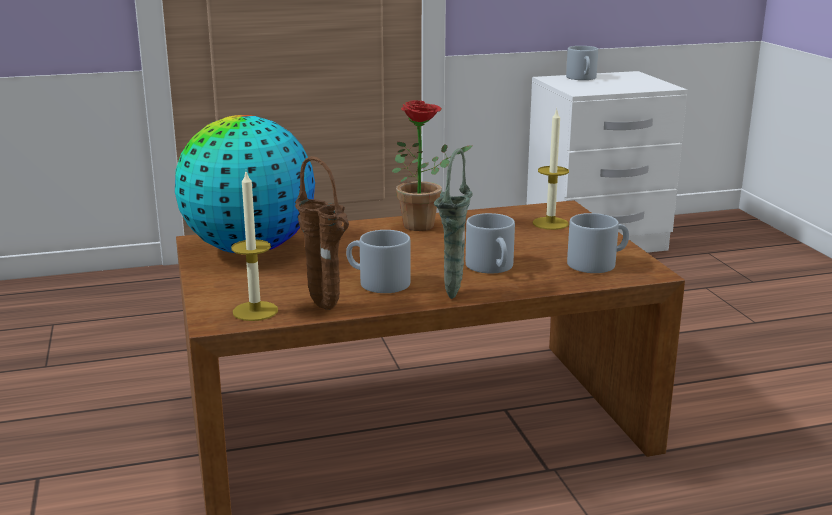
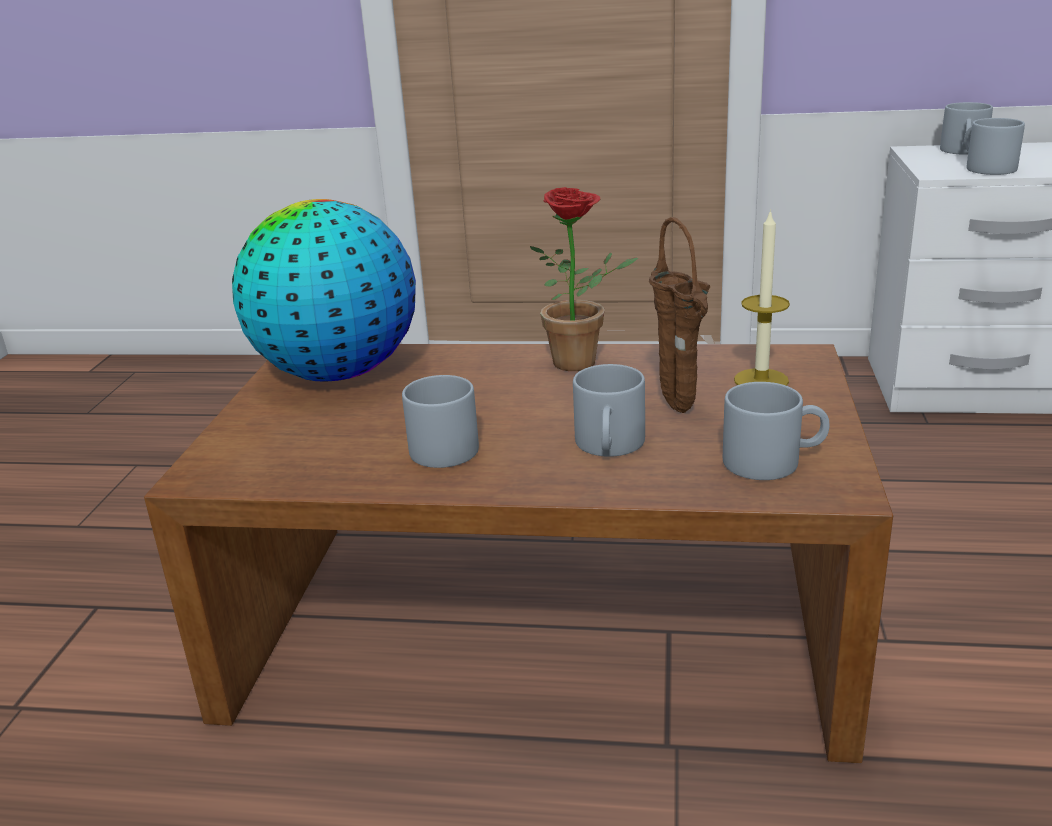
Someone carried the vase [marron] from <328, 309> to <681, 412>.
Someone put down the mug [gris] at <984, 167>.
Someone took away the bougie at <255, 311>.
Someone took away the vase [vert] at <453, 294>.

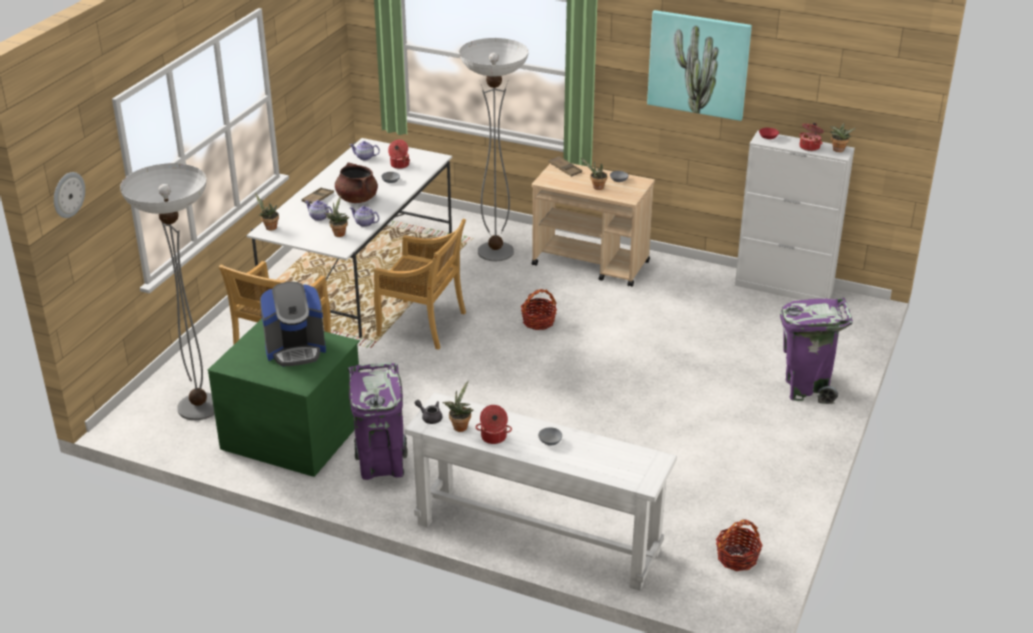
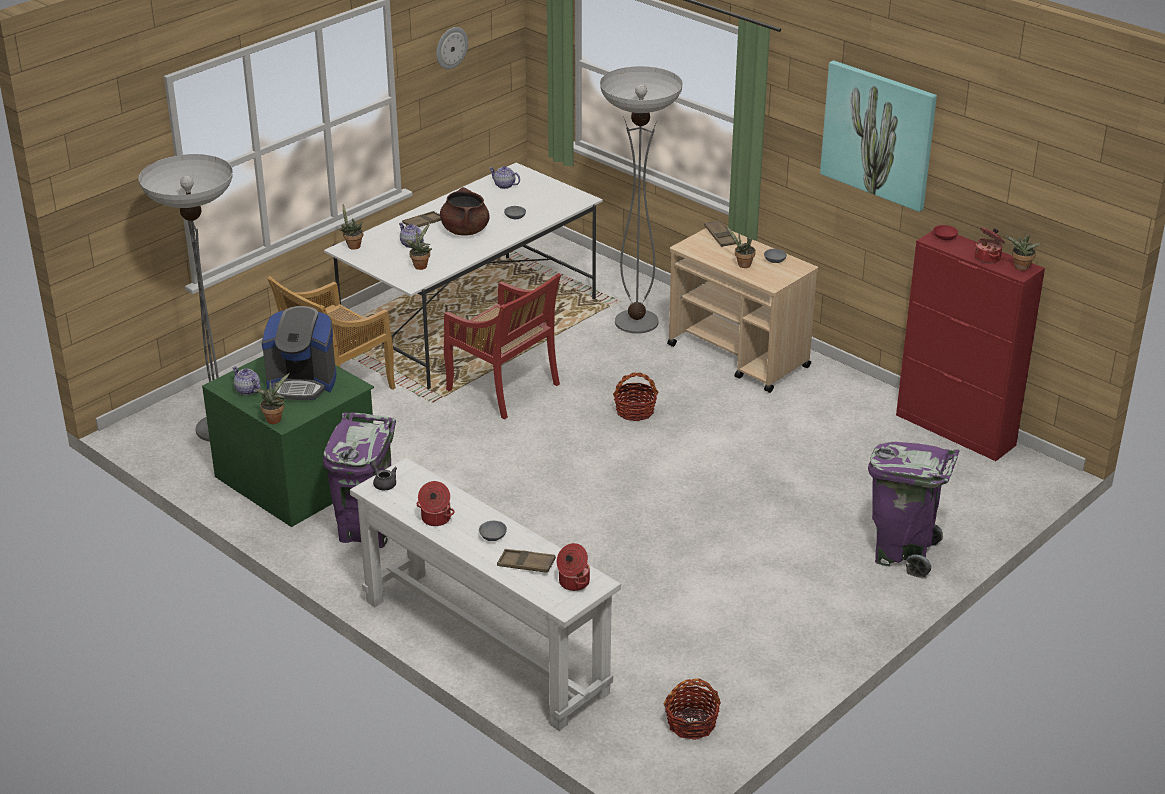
Someone carried the théière from <364, 223> to <247, 390>.
Someone carried the plante en pot from <460, 426> to <274, 418>.
Someone carried the horloge murale from <68, 194> to <451, 47>.
Someone repainted the chaise [beige] at <423, 325>, which became the chaise [rouge] at <504, 389>.
Someone put down the plateau [marron] at <526, 564>.
Someone carried the marmite from <399, 165> to <573, 582>.
Someone repainted the meuble de rangement [blanc] at <784, 288>, which became the meuble de rangement [rouge] at <955, 430>.

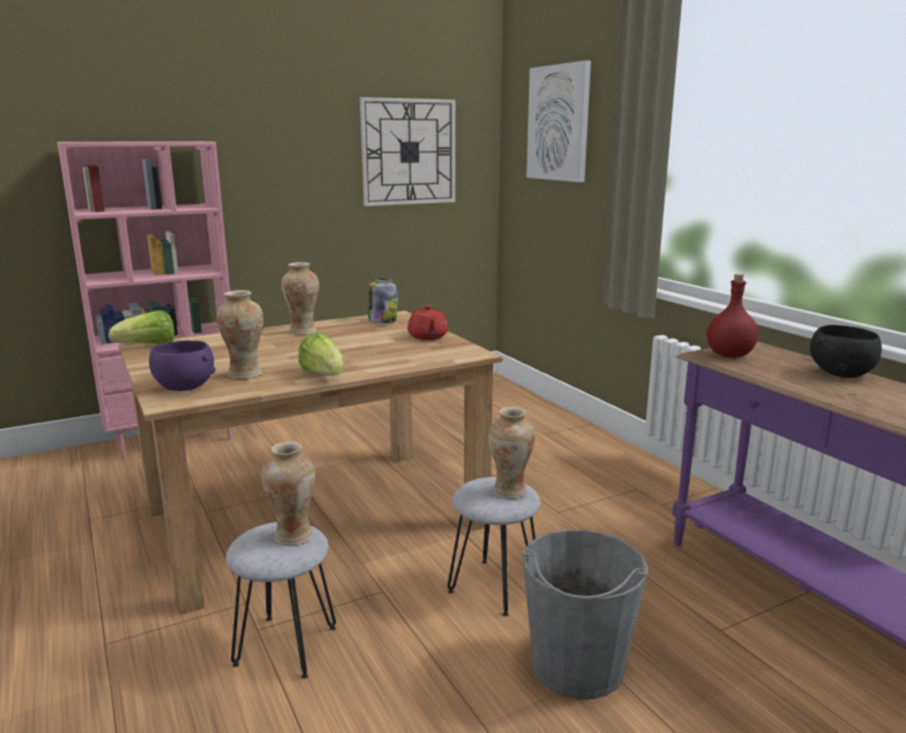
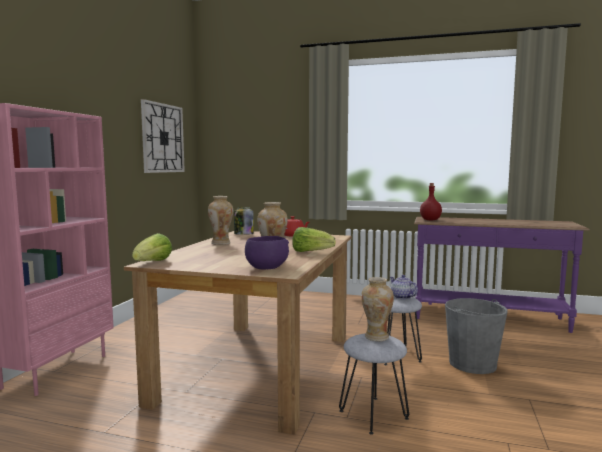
Someone swapped the vase at <510, 491> for the théière at <402, 297>.
Someone took away the tableau at <559, 123>.
Someone took away the bol [noir] at <842, 374>.

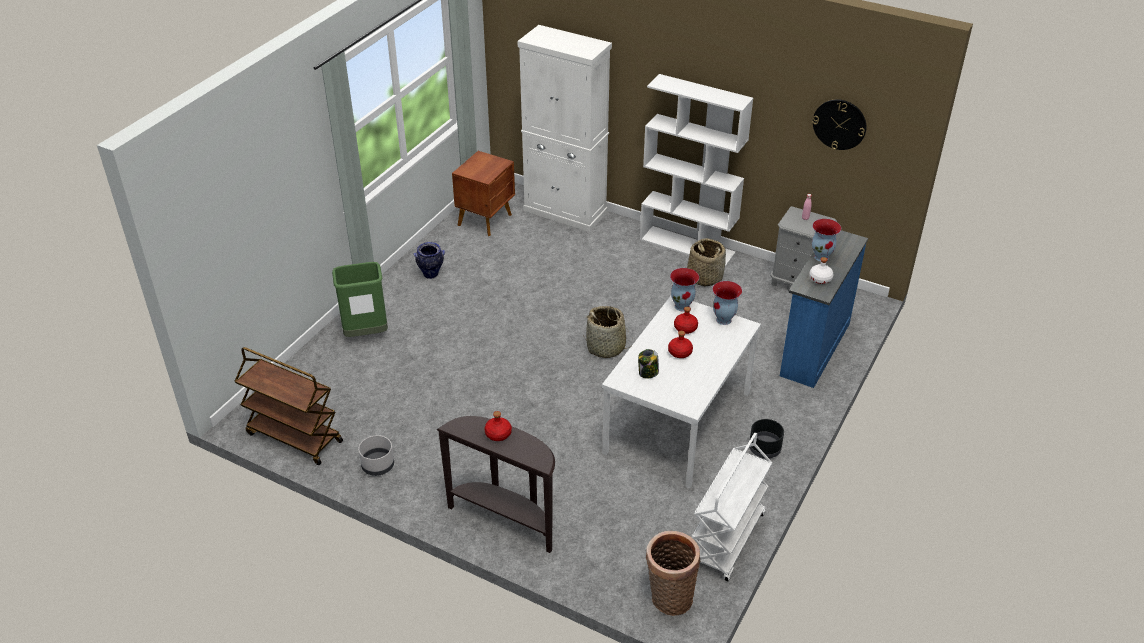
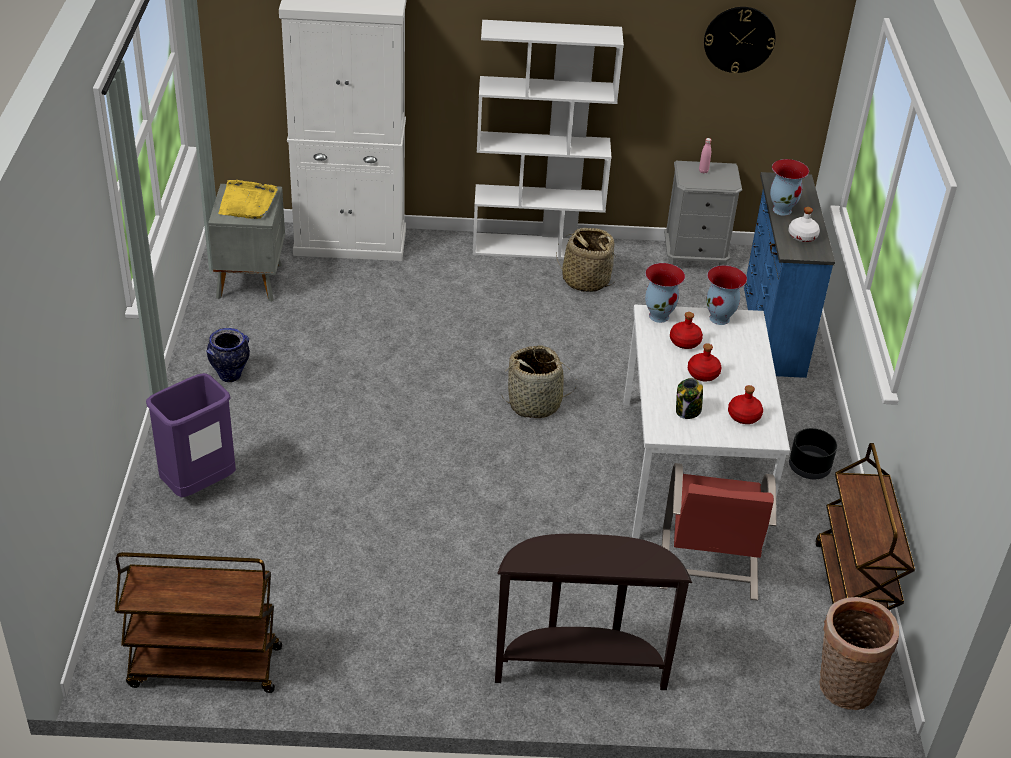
Someone repainted the poubelle [vert] at <366, 334>, which became the poubelle [violet] at <199, 485>.
Someone repainted the table de chevet [marron] at <486, 220>, which became the table de chevet [gris] at <251, 281>.
Someone put down the plateau [jaune] at <247, 202>.
Someone put down the chaise [rouge] at <708, 566>.
Someone carried the bouteille [rouge] from <498, 434> to <743, 416>.
Someone repainted the chariot [blanc] at <727, 540>, which became the chariot [marron] at <852, 593>.
Someone took away the cache-pot [gris] at <377, 465>.

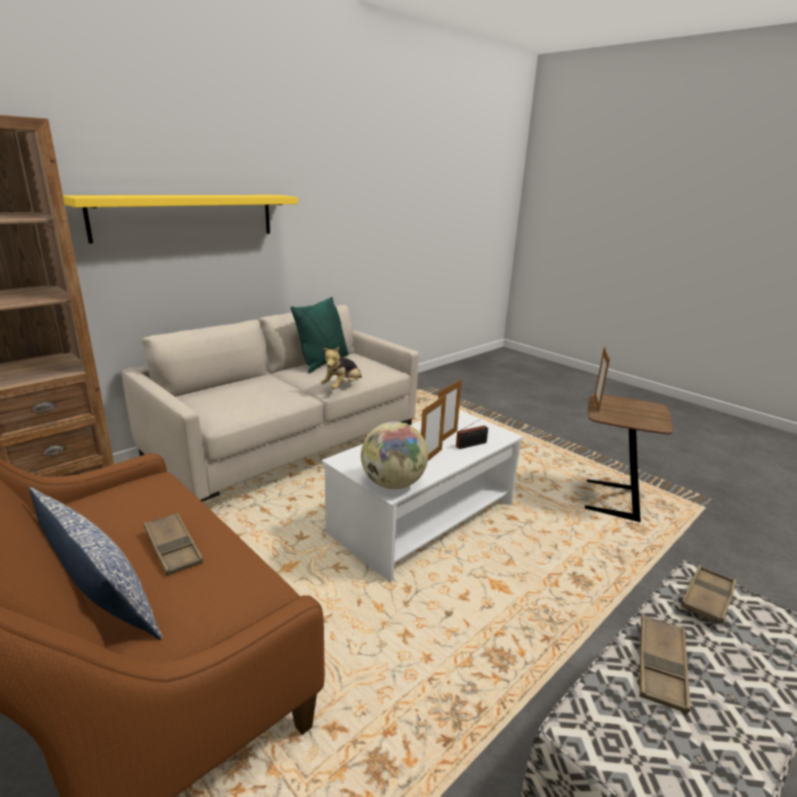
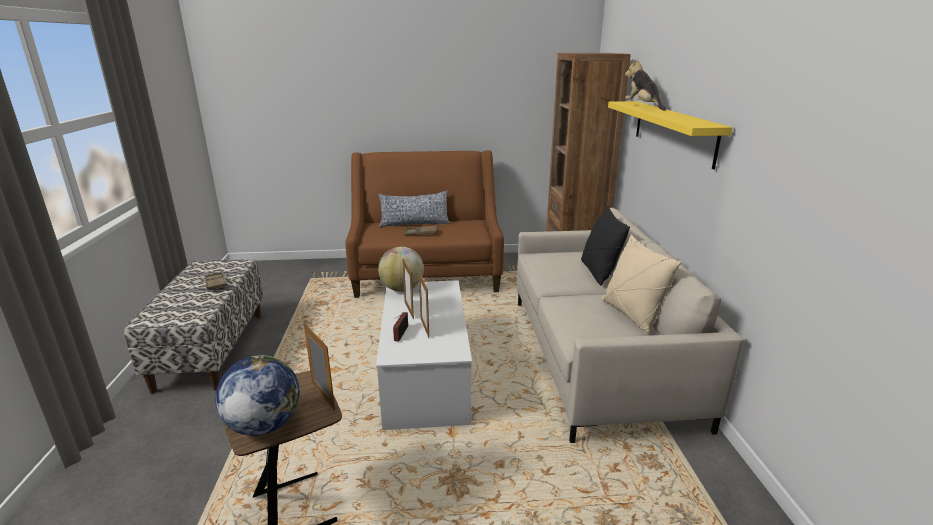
Someone put down the globe at <263, 425>.
Someone put down the coussin [noir] at <598, 273>.
Someone repainted the coussin [vert] at <323, 362>, which became the coussin [beige] at <631, 314>.
Someone carried the peluche from <342, 387> to <643, 107>.
Someone took away the plateau [marron] at <707, 598>.

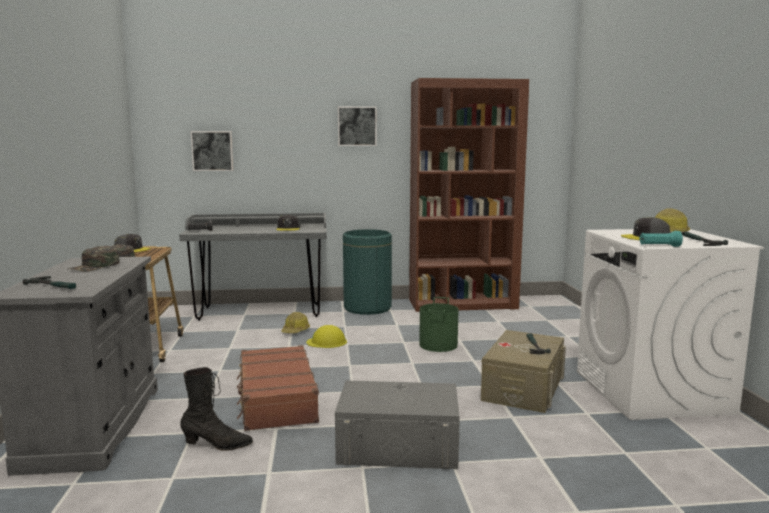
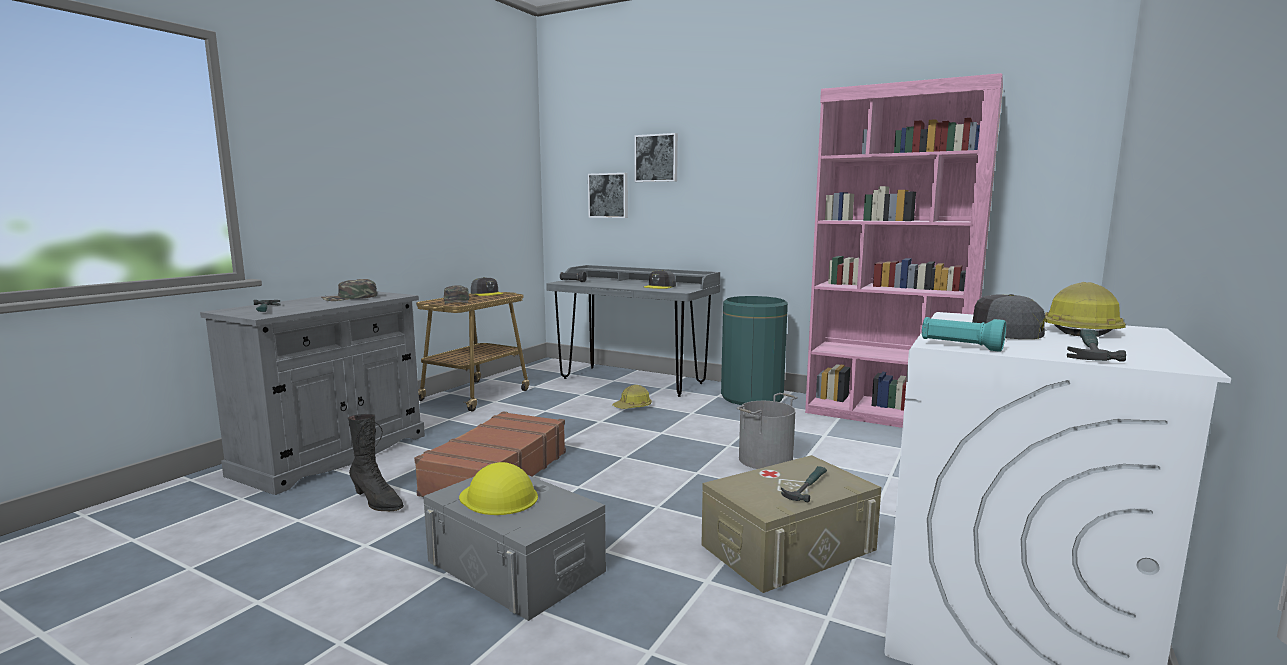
Someone carried the casque de chantier [jaune] from <327, 342> to <499, 497>.
Someone carried the tableau from <357, 126> to <656, 158>.
Someone repainted the seau [vert] at <439, 345>, which became the seau [gris] at <766, 459>.
Someone repainted the bibliothèque [marron] at <463, 304>, which became the bibliothèque [rose] at <886, 416>.

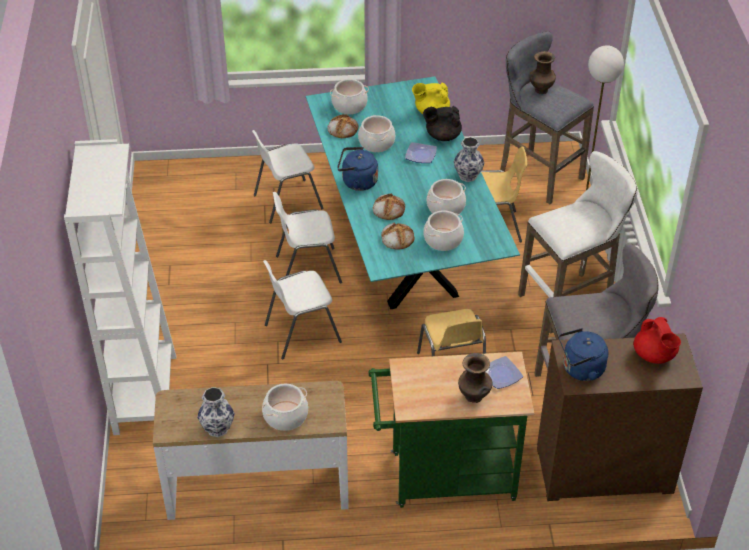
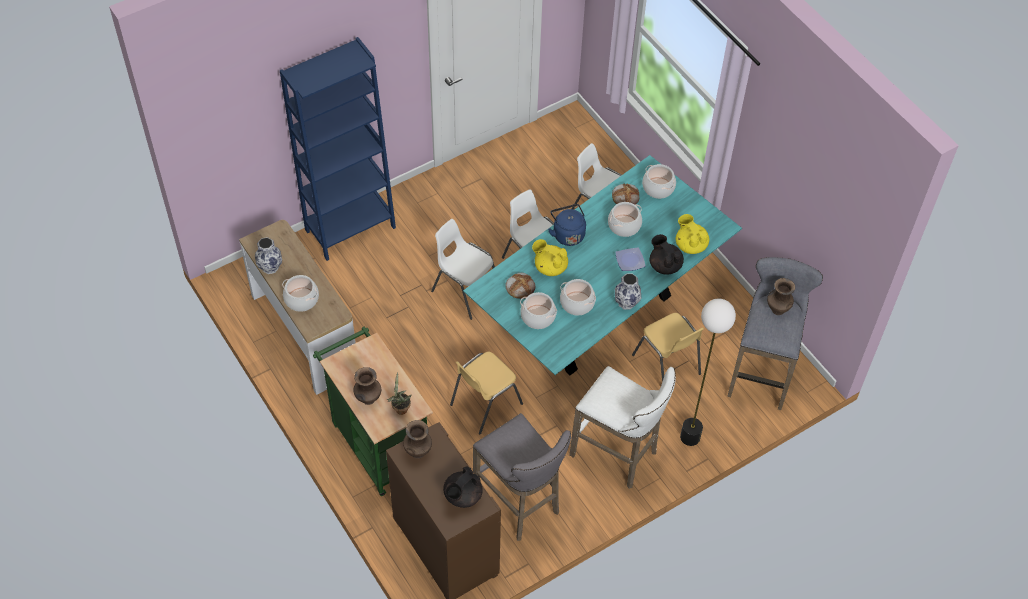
Someone repainted the bibliothèque [blanc] at <145, 394>, which became the bibliothèque [bleu] at <350, 229>.
Someone swapped the assiette at <502, 375> for the plante en pot at <400, 408>.
Someone swapped the bouilloire [bleu] at <580, 369> for the vase [marron] at <418, 451>.
Someone repainted the théière [rouge] at <654, 355>, which became the théière [noir] at <462, 496>.
Someone swapped the pain at <388, 209> for the théière [jaune] at <550, 267>.

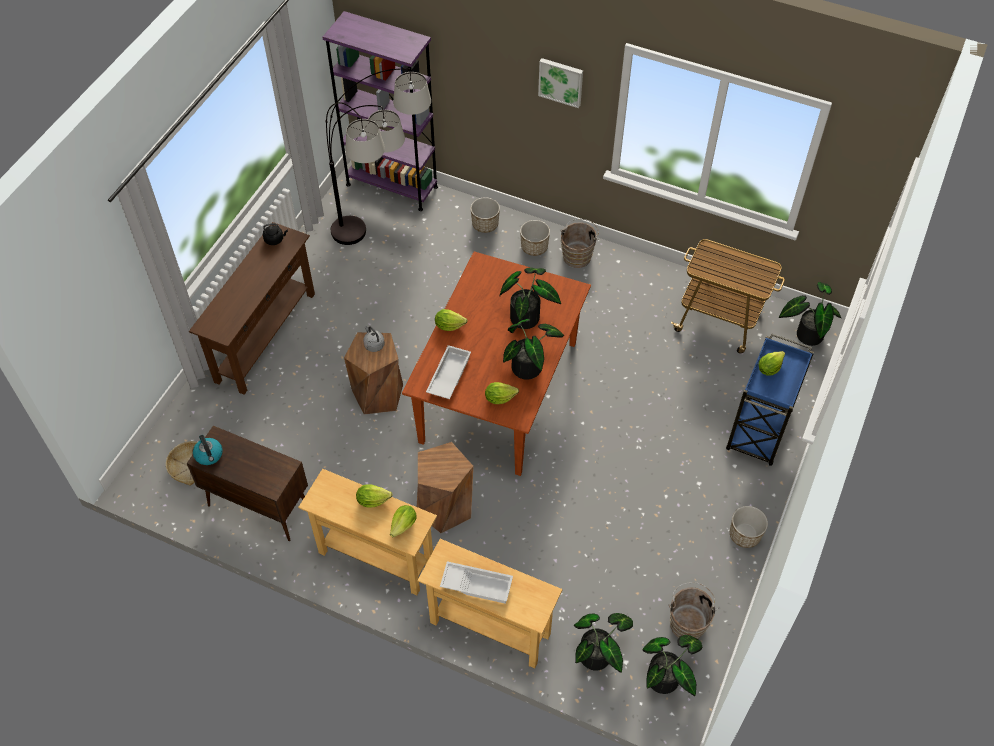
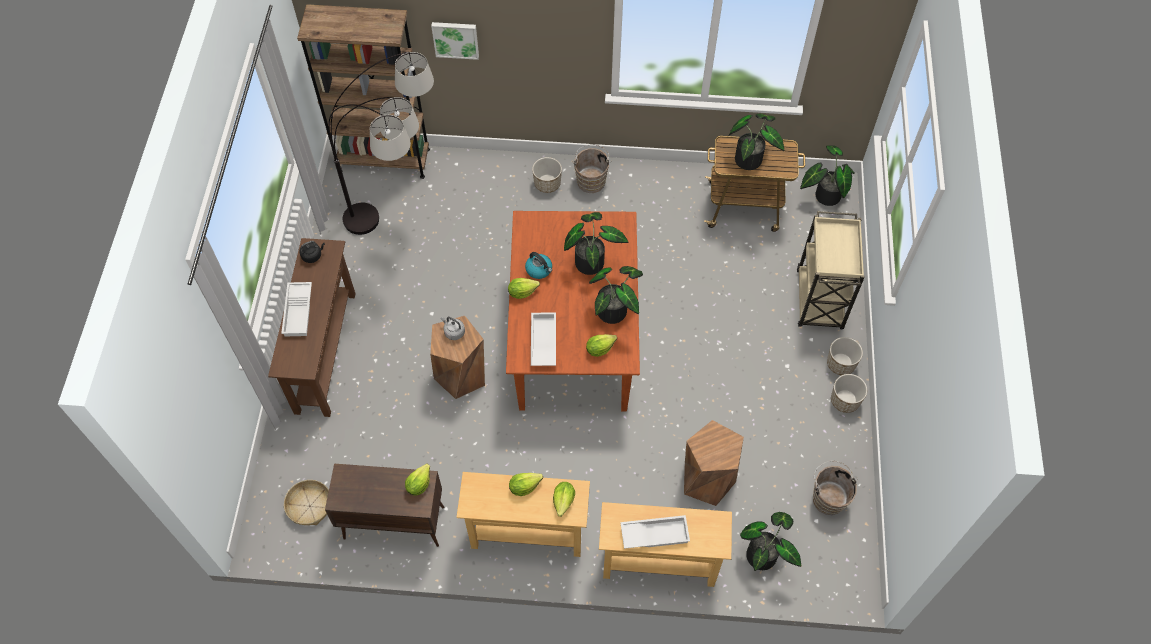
Someone put down the plateau [blanc] at <299, 312>.
Someone repainted the bibliothèque [violet] at <392, 186>, which became the bibliothèque [marron] at <384, 160>.
Someone carried the laitue from <769, 368> to <419, 484>.
Someone carried the tableau from <561, 81> to <455, 39>.
Someone carried the bouilloire from <209, 455> to <539, 270>.
Someone carried the tabouret [marron] from <445, 507> to <707, 479>.
Someone carried the plante en pot from <667, 678> to <751, 158>.
Someone repainted the chariot [bleu] at <758, 432>, which became the chariot [beige] at <819, 301>.
Someone carried the cache-pot from <485, 224> to <841, 364>.

